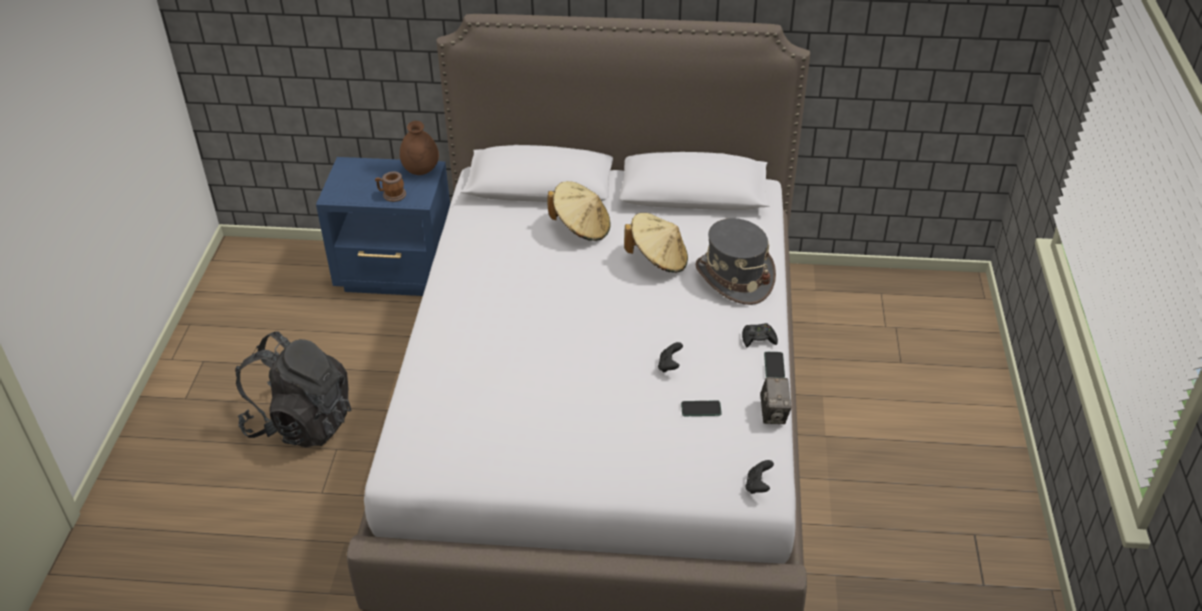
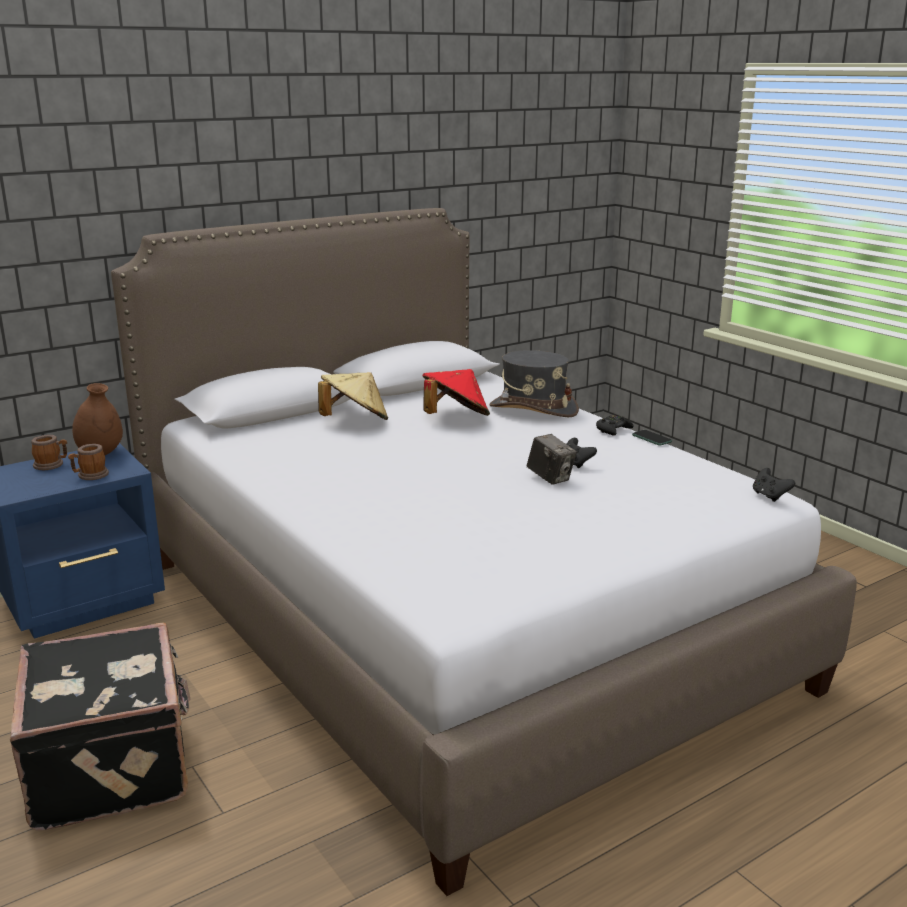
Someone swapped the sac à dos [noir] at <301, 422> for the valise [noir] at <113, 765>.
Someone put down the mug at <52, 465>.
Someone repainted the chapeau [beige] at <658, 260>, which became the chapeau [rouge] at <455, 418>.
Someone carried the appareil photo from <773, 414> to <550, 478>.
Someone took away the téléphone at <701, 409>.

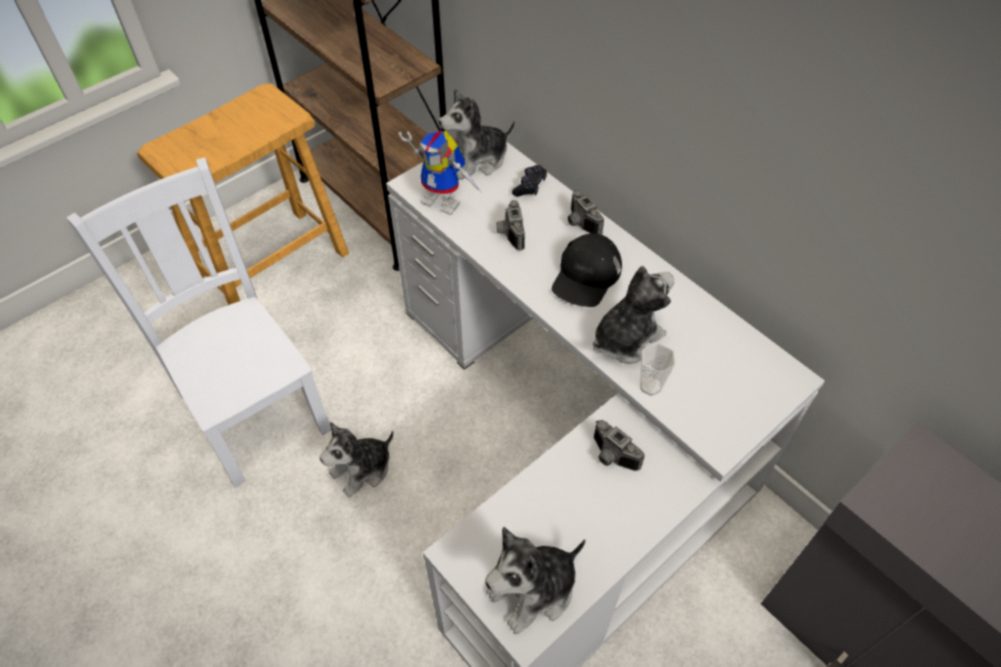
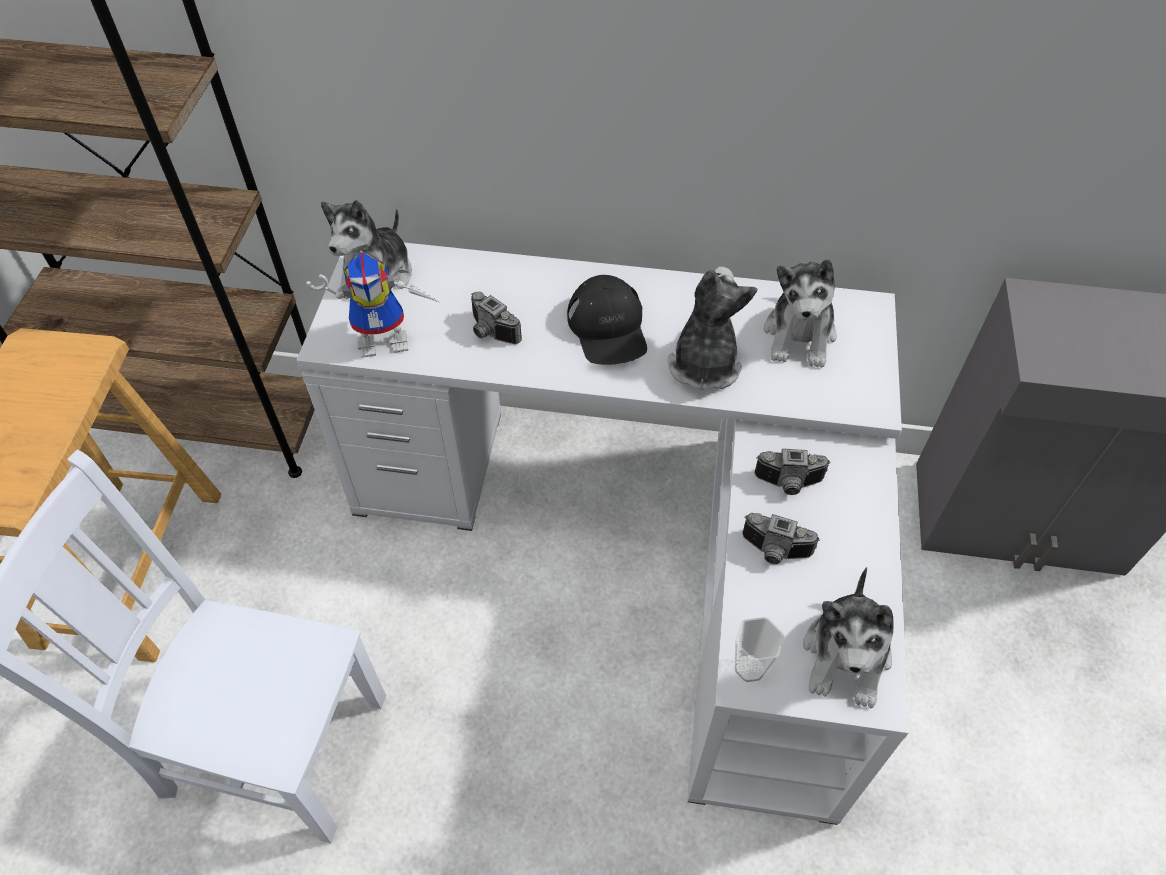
Someone carried the tasse from <650, 386> to <749, 668>.
Someone carried the appareil photo from <579, 223> to <774, 552>.
Someone carried the peluche from <362, 469> to <799, 335>.
Someone took away the manette [noir] at <530, 186>.

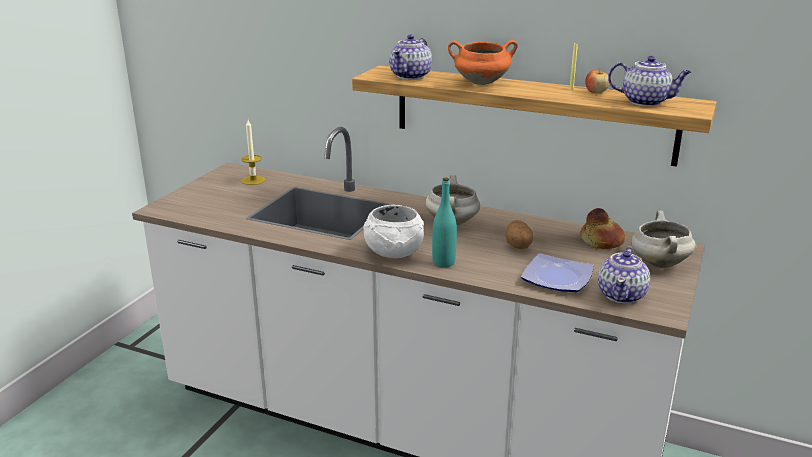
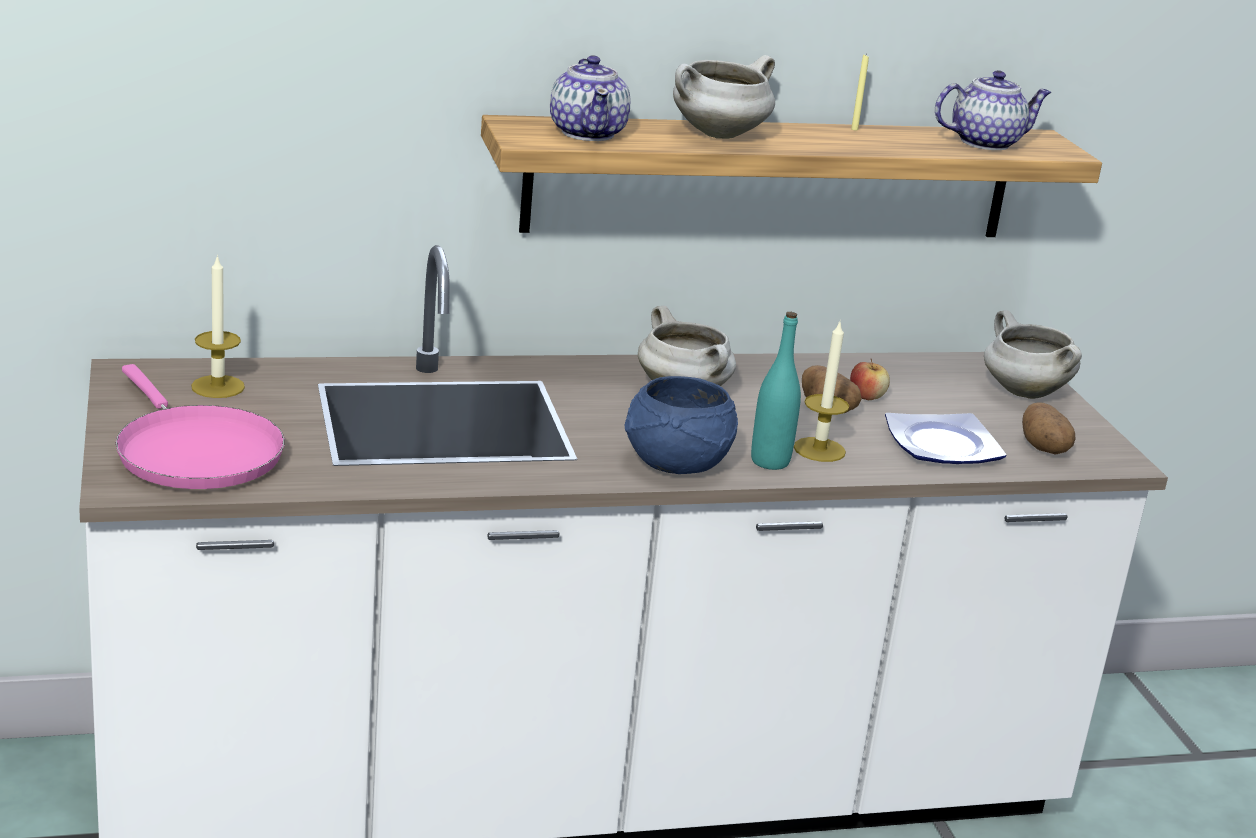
Someone put down the poêle [rose] at <194, 452>.
Someone repainted the bol [blanc] at <393, 252>, which became the bol [bleu] at <675, 464>.
Someone repainted the marmite [orange] at <480, 83>, which became the marmite [blanc] at <718, 135>.
Someone put down the bougie at <819, 449>.
Someone carried the pomme from <596, 92> to <867, 397>.
Someone swapped the théière at <622, 295> for the pomme de terre at <1045, 449>.
Someone took away the pain at <602, 241>.

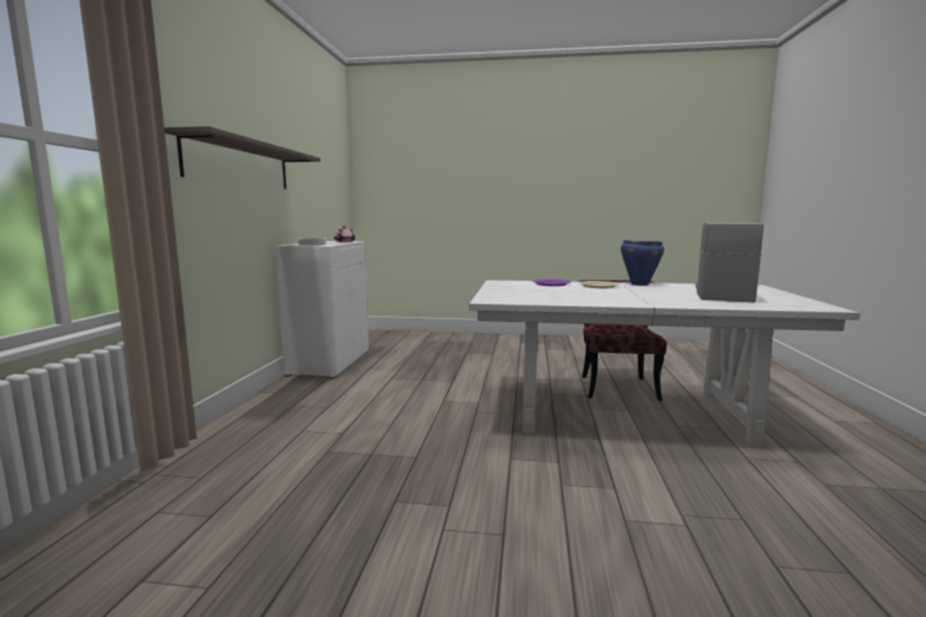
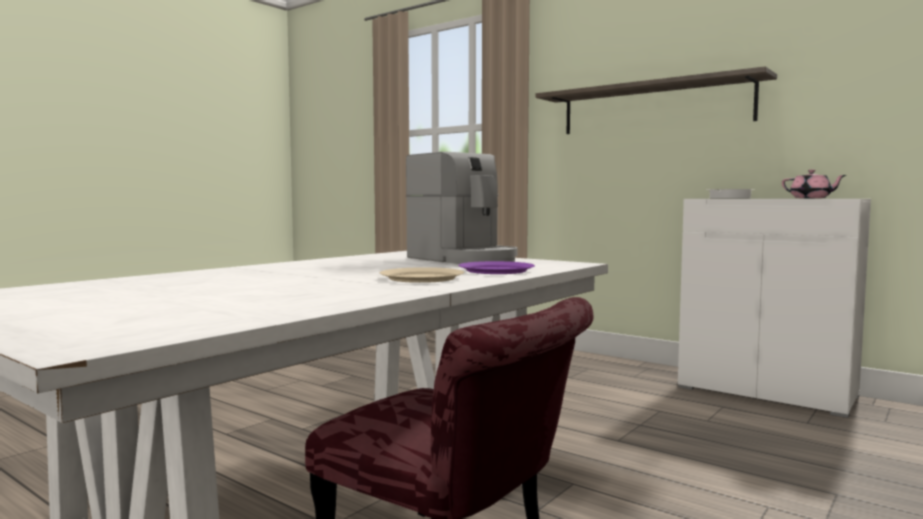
Someone carried the machine à café from <722, 295> to <464, 259>.
Someone took away the marmite [bleu] at <639, 284>.

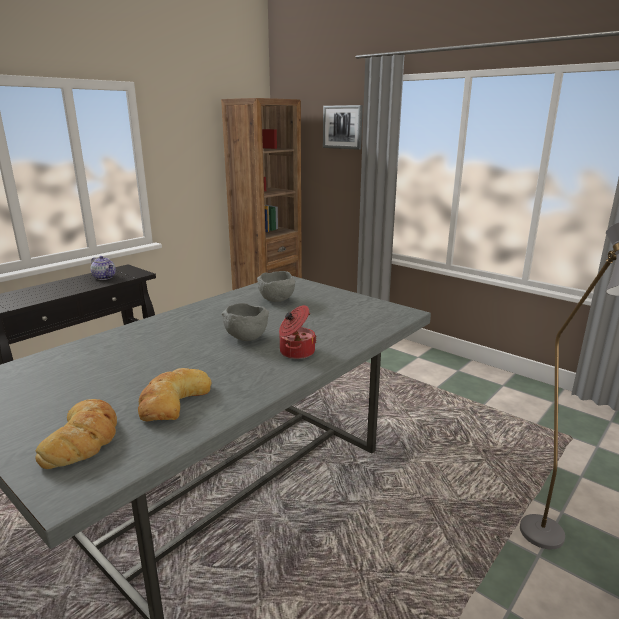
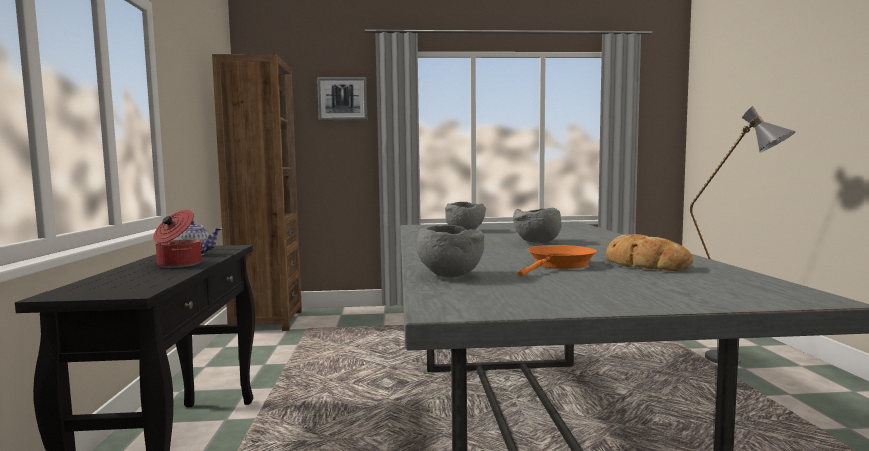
Someone carried the marmite from <296, 352> to <178, 264>.
Someone put down the bol [gris] at <448, 275>.
Someone put down the poêle [orange] at <559, 265>.
Someone took away the pain at <84, 439>.

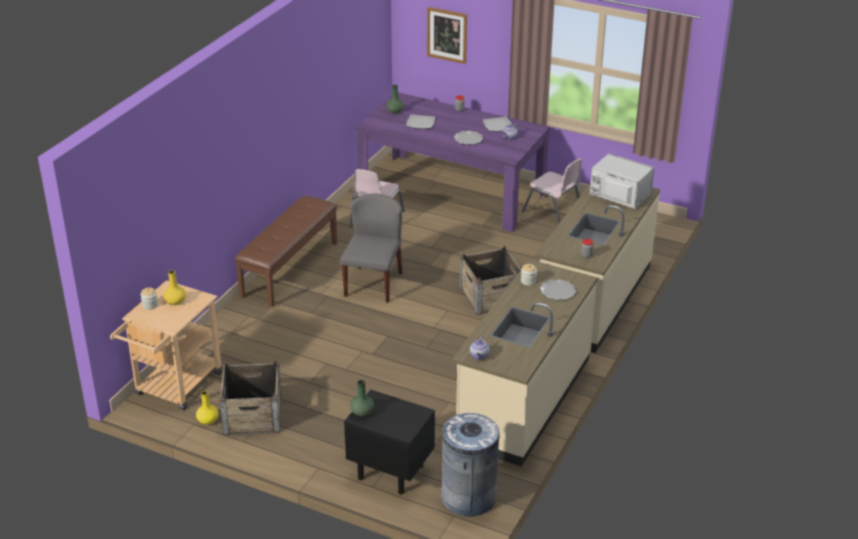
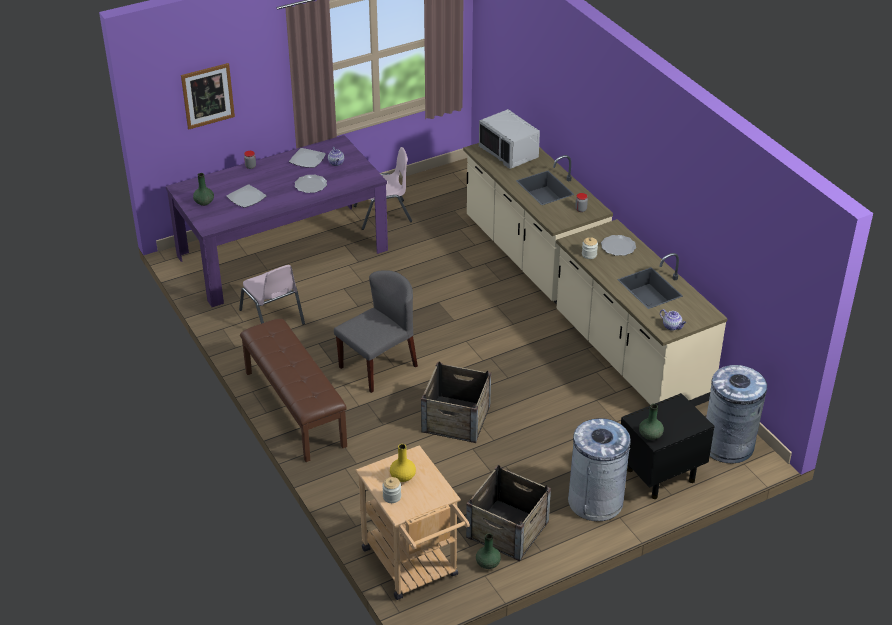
Someone rotated the chaise [gris] at <373, 284> by 90 degrees clockwise.
Someone carried the caisse from <491, 297> to <456, 418>.
Someone repainted the vase [jaune] at <207, 420>, which became the vase [vert] at <487, 563>.
Someone rotated the micro-ondes [gris] at <619, 195> by 105 degrees counterclockwise.
Someone put down the poubelle [gris] at <595, 501>.

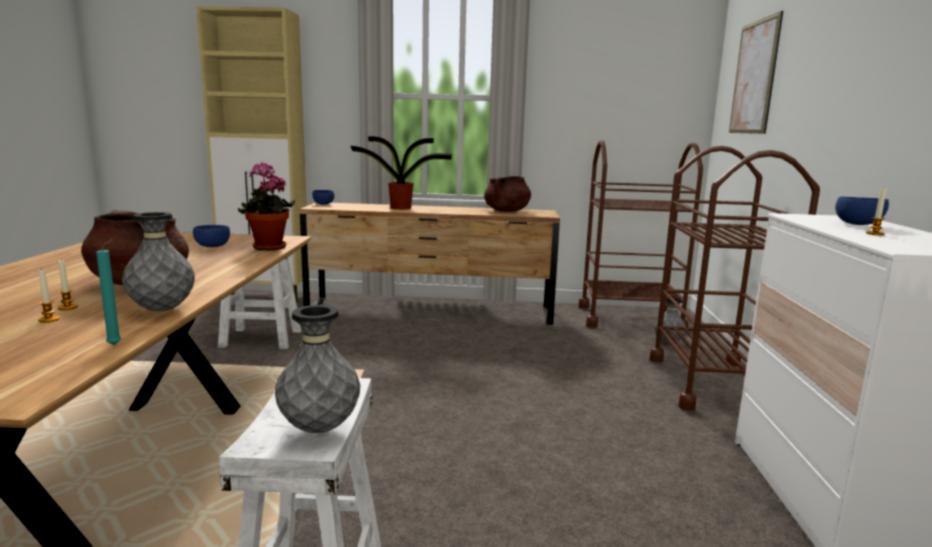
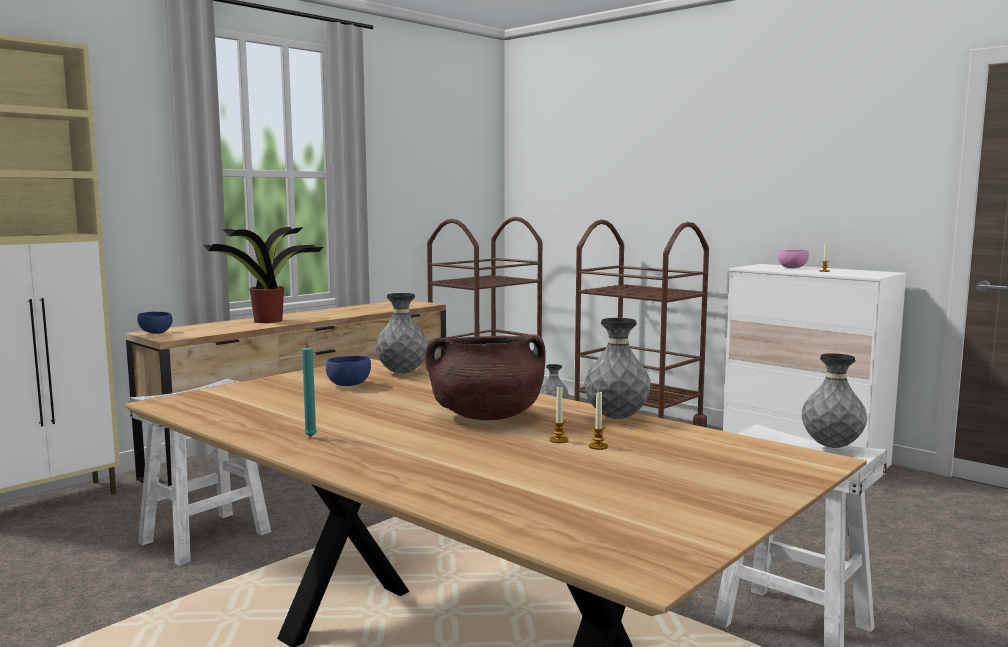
Someone carried the bougie [turquoise] from <116, 344> to <311, 436>.
Someone swapped the plante en pot at <268, 248> for the vase [gris] at <402, 373>.
Someone repainted the bol [bleu] at <857, 224>, which became the bol [rose] at <792, 268>.
Someone took away the marmite [marron] at <506, 211>.
Someone took away the tableau at <754, 77>.

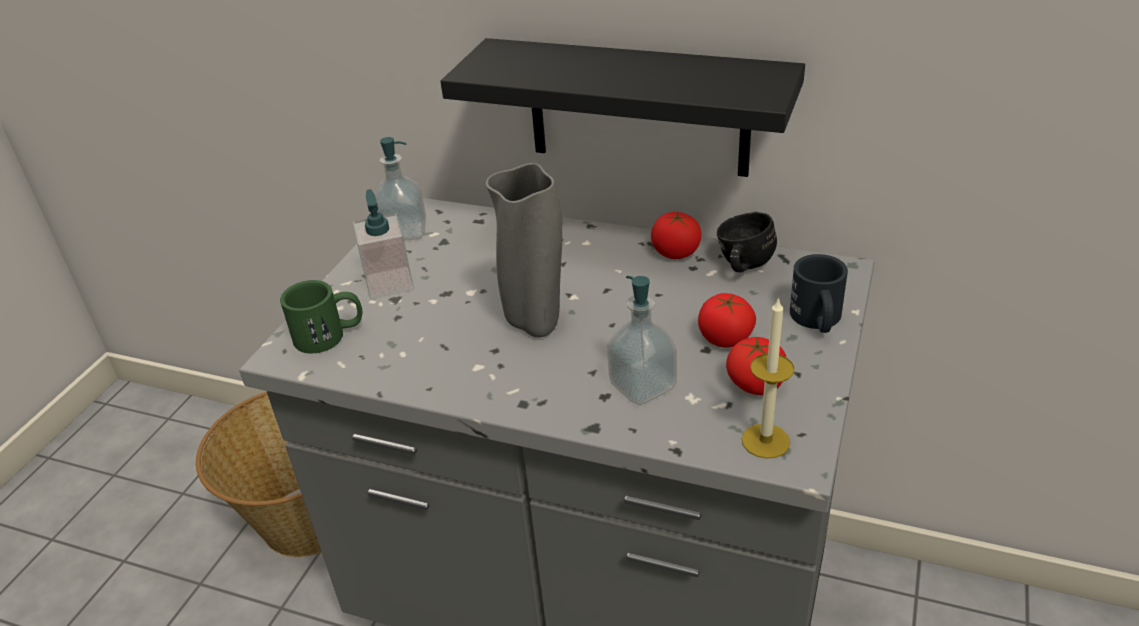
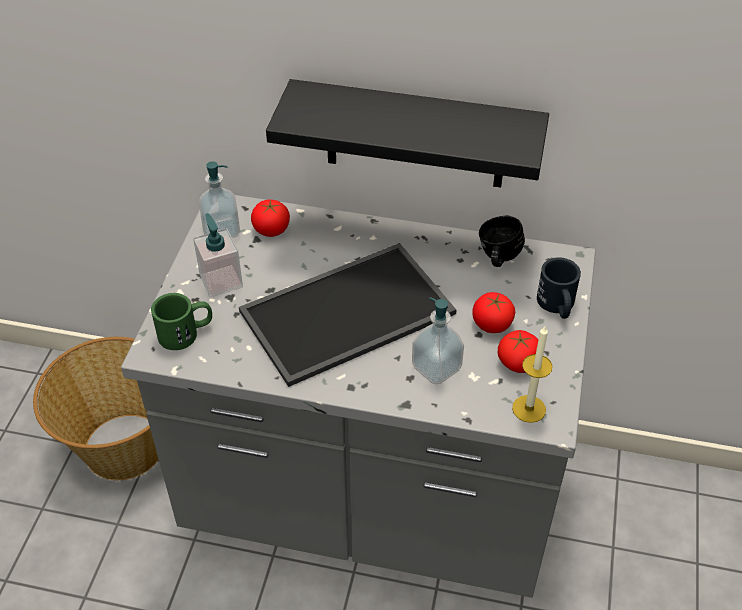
Someone swapped the vase [gris] at <536, 323> for the plateau at <347, 315>.
Someone carried the tomate from <676, 252> to <271, 229>.

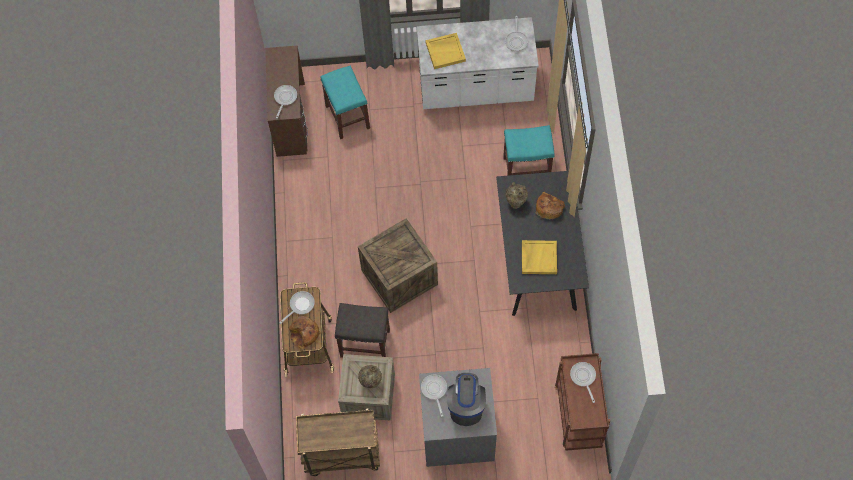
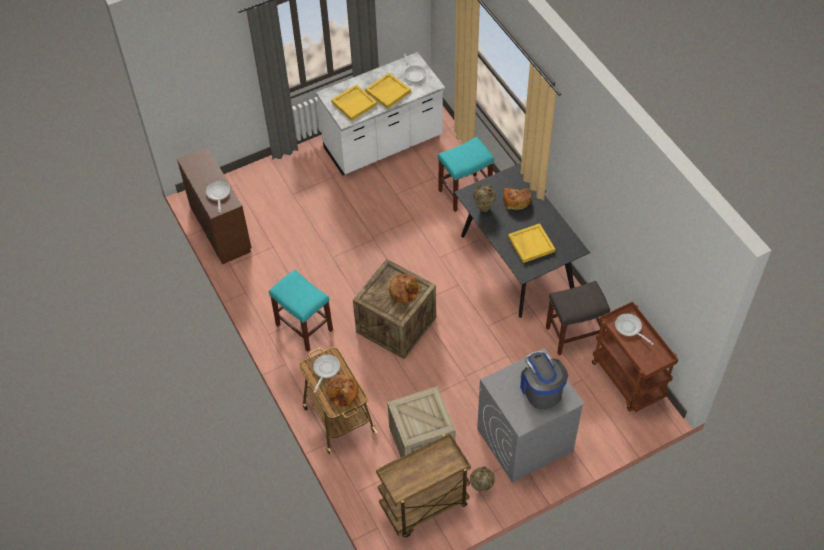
Someone carried the tabouret [turquoise] from <348, 117> to <305, 327>.
Someone put down the plateau [jaune] at <388, 91>.
Someone put down the pain at <404, 291>.
Someone carried the vase [beige] from <371, 382> to <481, 487>.
Someone carried the tabouret [gris] from <364, 343> to <573, 335>.
Someone took away the poêle at <434, 390>.

